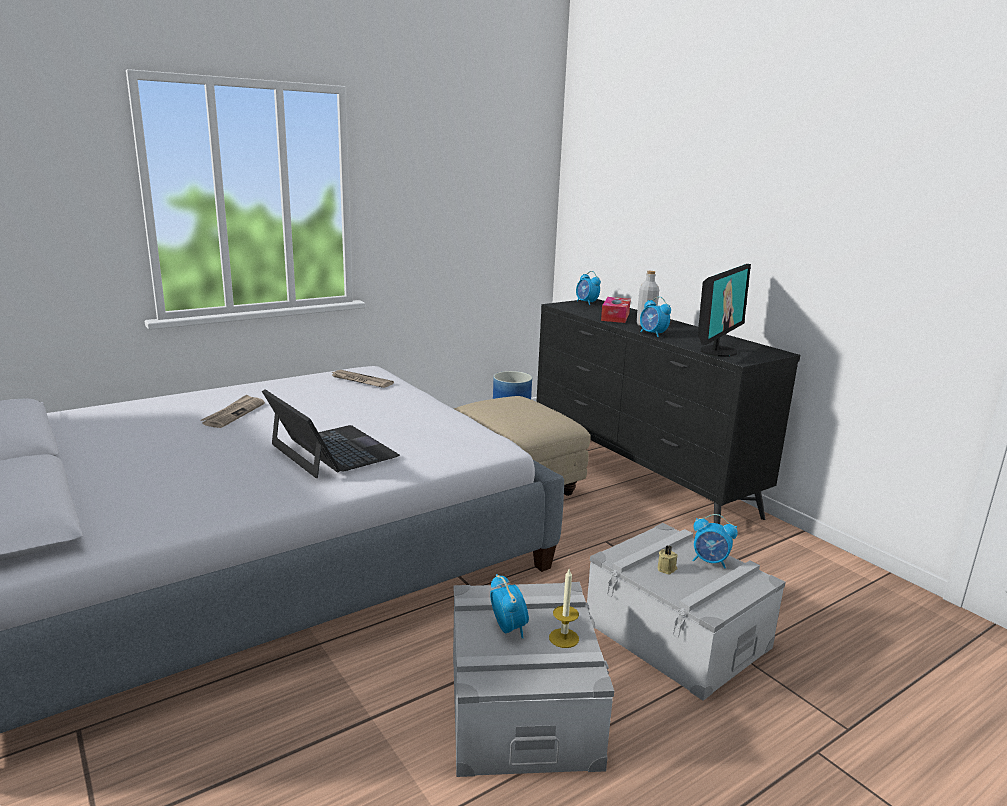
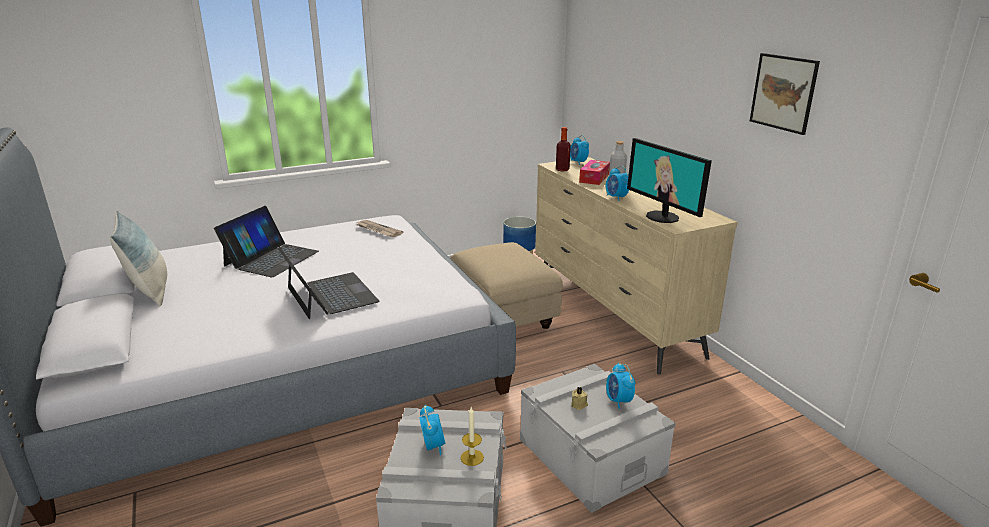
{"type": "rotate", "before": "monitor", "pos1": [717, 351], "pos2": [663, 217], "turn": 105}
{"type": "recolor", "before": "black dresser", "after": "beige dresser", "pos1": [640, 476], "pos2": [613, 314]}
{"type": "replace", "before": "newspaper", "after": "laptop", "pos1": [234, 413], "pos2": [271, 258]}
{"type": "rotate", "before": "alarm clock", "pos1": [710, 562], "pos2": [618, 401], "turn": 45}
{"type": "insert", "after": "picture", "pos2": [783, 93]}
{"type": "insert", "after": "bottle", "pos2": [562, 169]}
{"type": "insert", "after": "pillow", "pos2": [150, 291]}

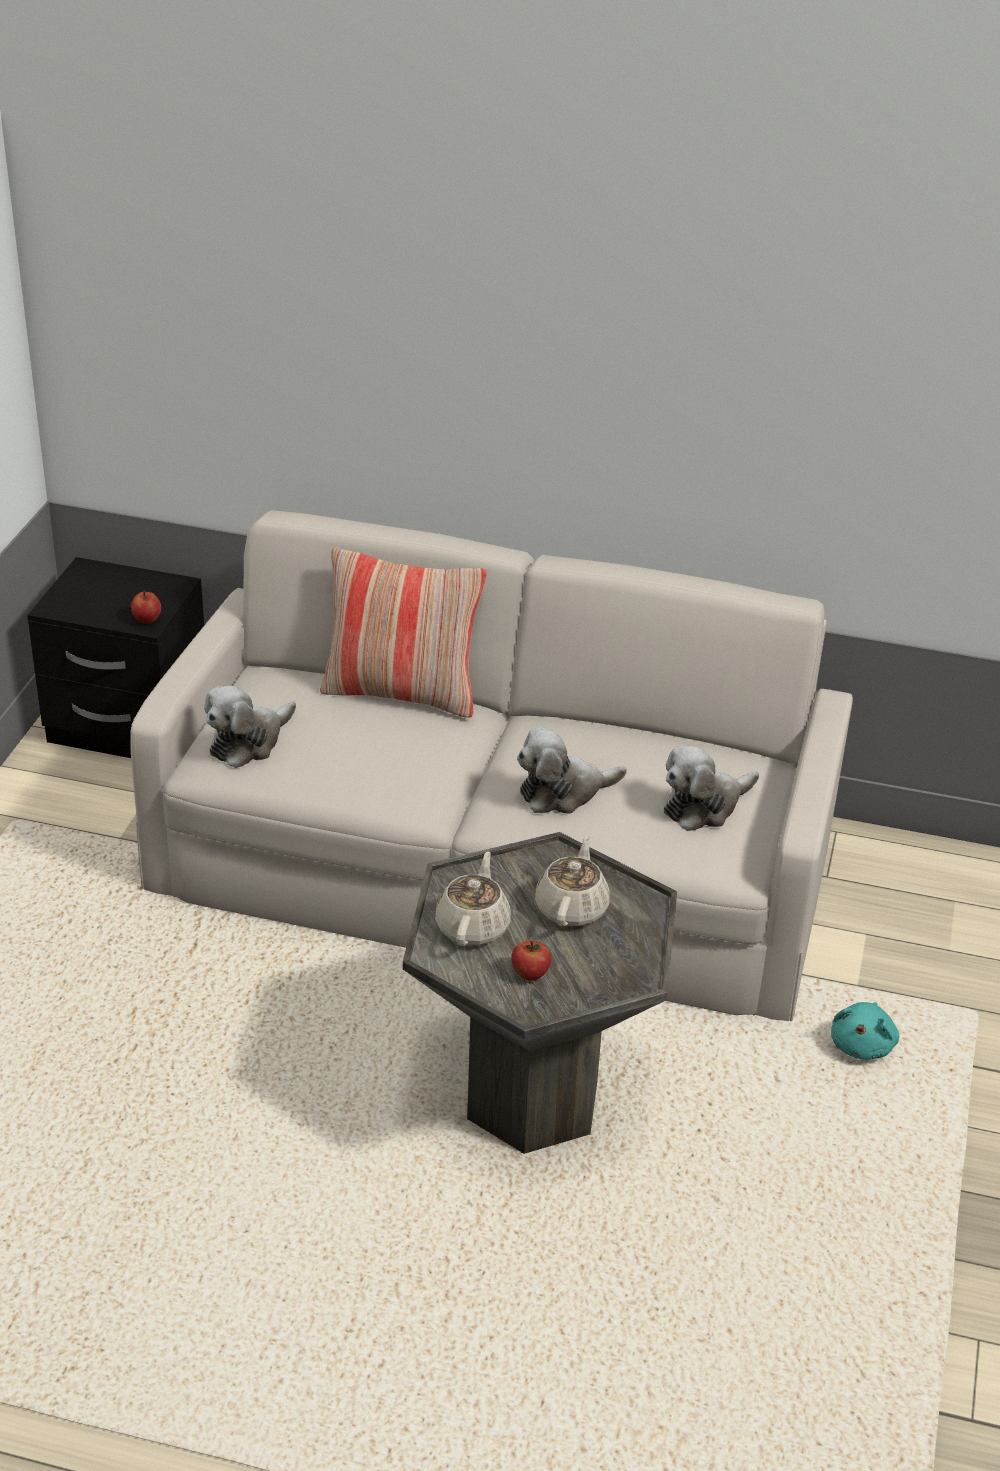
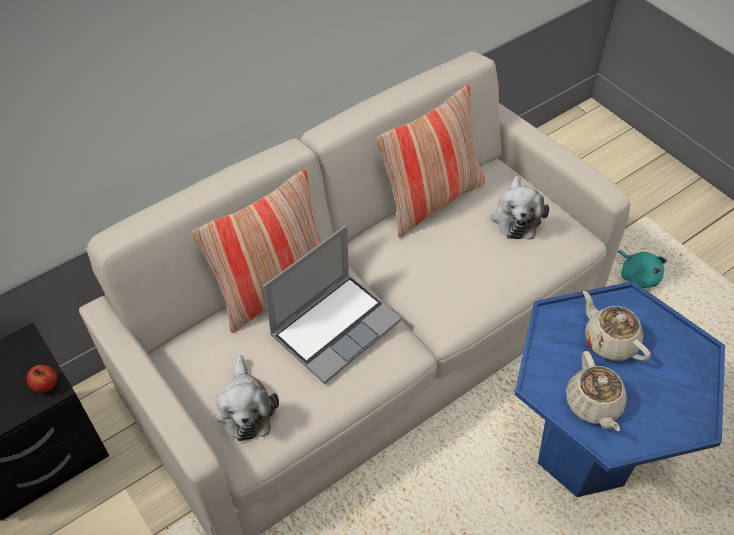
{"type": "delete", "before": "plush toy", "pos1": [563, 792]}
{"type": "recolor", "before": "grey side table", "after": "blue side table", "pos1": [533, 1102], "pos2": [583, 453]}
{"type": "rotate", "before": "beige teapot", "pos1": [473, 926], "pos2": [593, 404], "turn": -150}
{"type": "delete", "before": "apple", "pos1": [530, 974]}
{"type": "insert", "after": "pillow", "pos2": [431, 200]}
{"type": "insert", "after": "laptop", "pos2": [335, 327]}

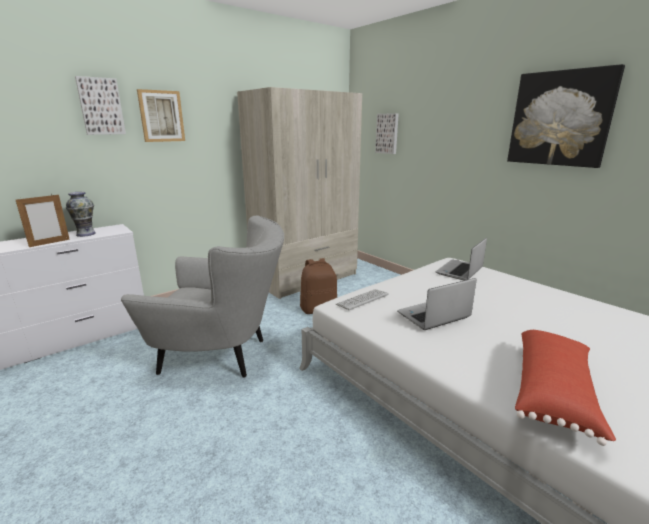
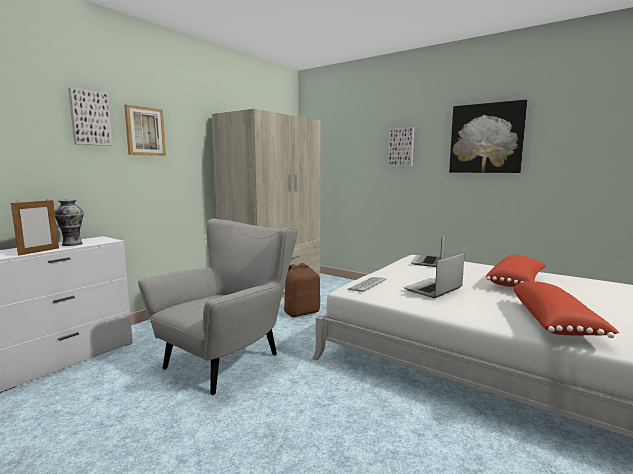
{"type": "move", "before": "picture", "pos1": [387, 133], "pos2": [401, 147]}
{"type": "rotate", "before": "grey armchair", "pos1": [222, 355], "pos2": [230, 358], "turn": -45}
{"type": "insert", "after": "red pillow", "pos2": [517, 282]}

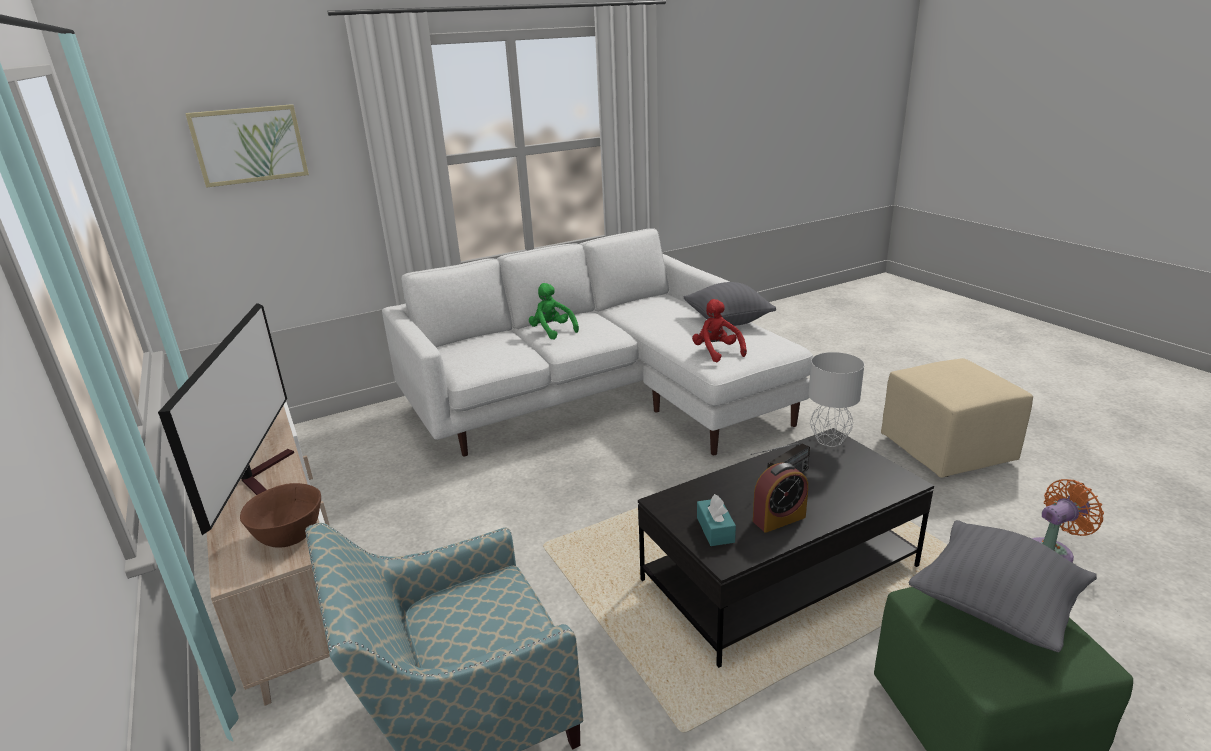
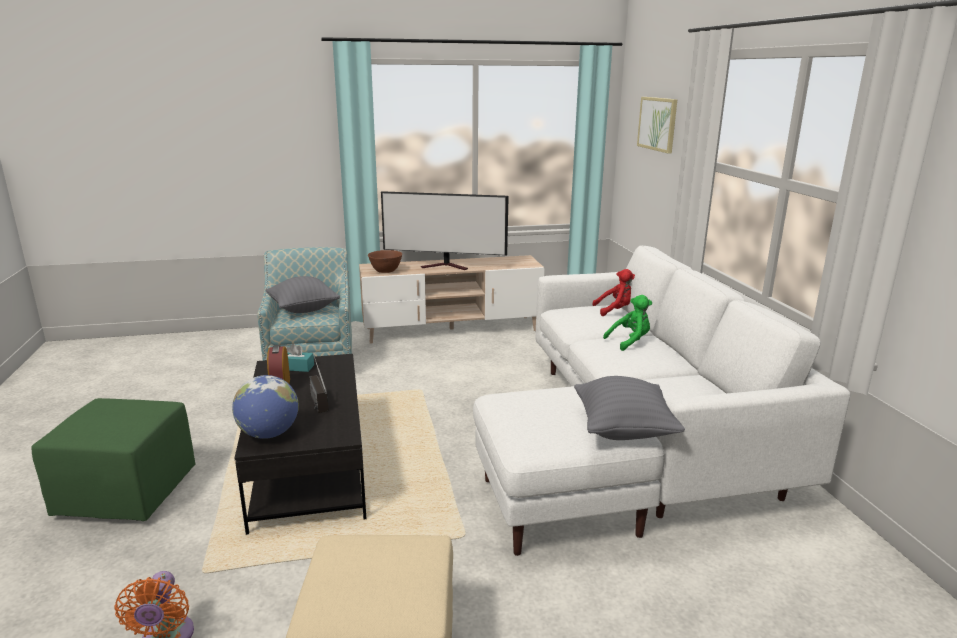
{"type": "move", "before": "red plush toy", "pos1": [717, 352], "pos2": [615, 310]}
{"type": "delete", "before": "grey table lamp", "pos1": [829, 439]}
{"type": "move", "before": "grey pillow", "pos1": [994, 608], "pos2": [303, 309]}
{"type": "insert", "after": "globe", "pos2": [269, 434]}

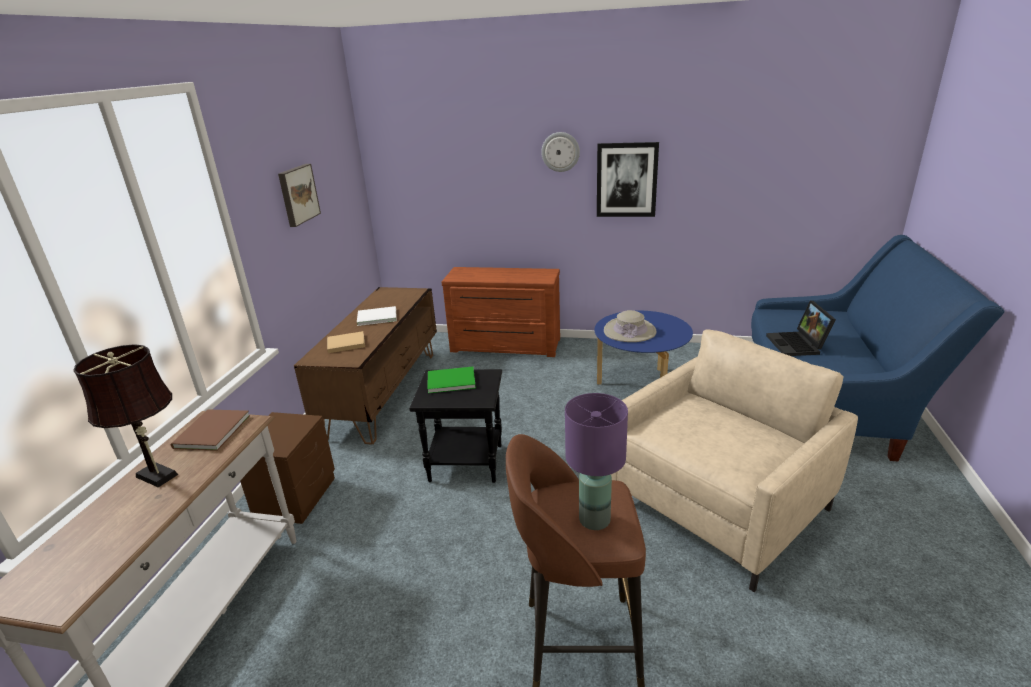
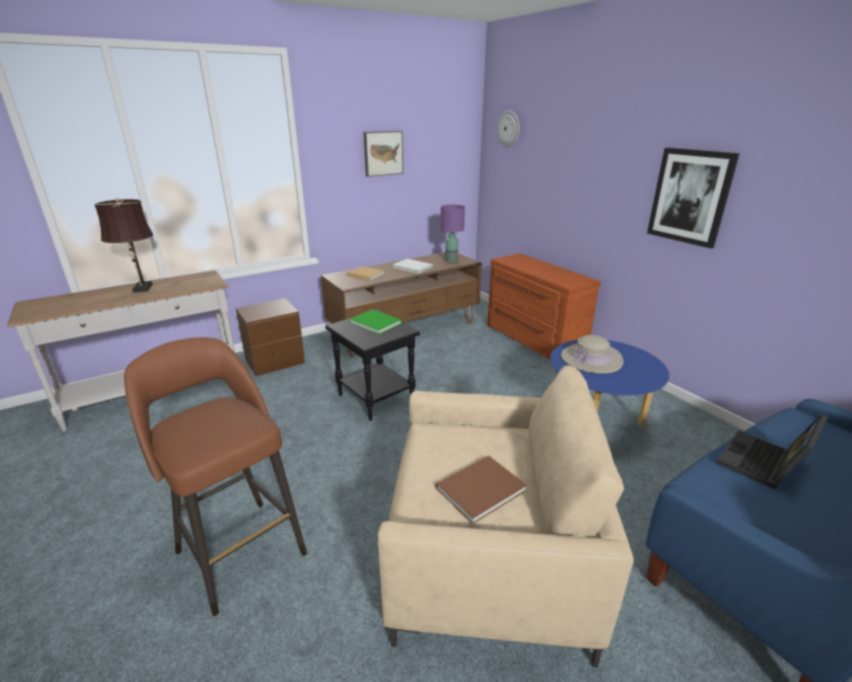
{"type": "move", "before": "wall clock", "pos1": [560, 152], "pos2": [509, 128]}
{"type": "move", "before": "purple table lamp", "pos1": [594, 520], "pos2": [451, 261]}
{"type": "move", "before": "brown book", "pos1": [209, 432], "pos2": [477, 489]}

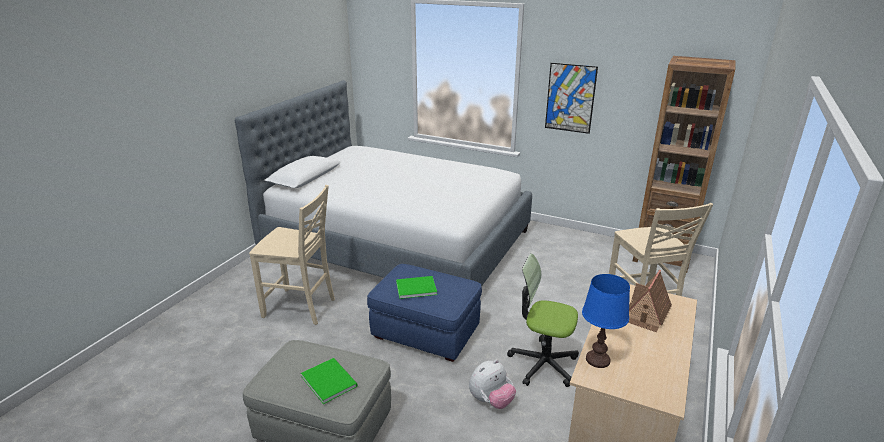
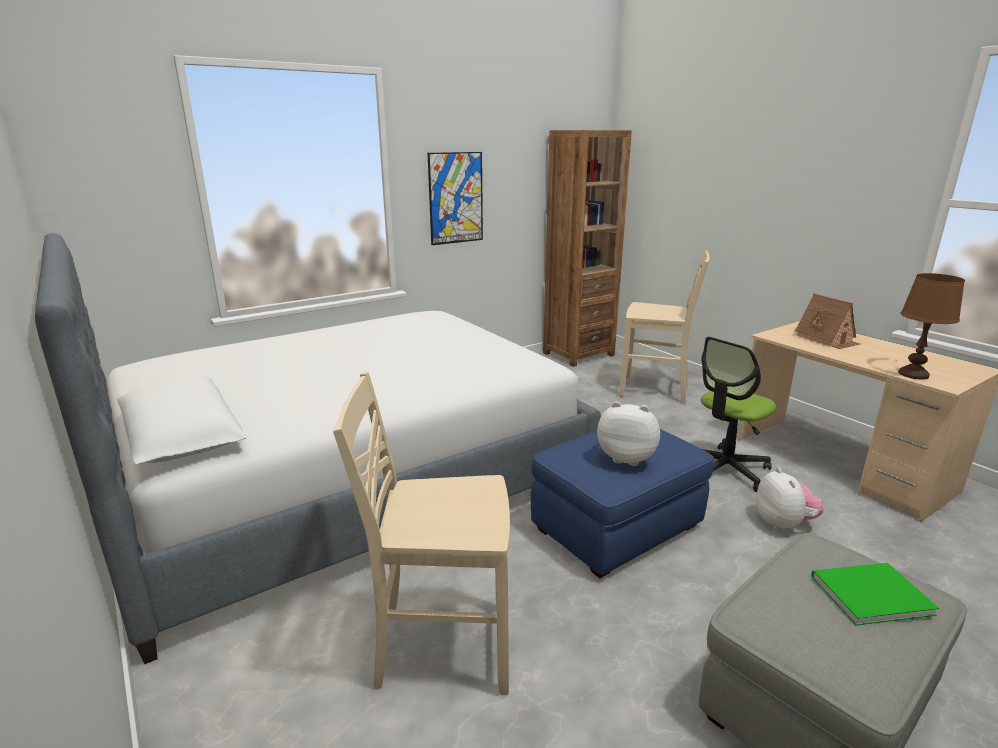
{"type": "rotate", "before": "beige chair", "pos1": [301, 308], "pos2": [440, 647], "turn": -135}
{"type": "recolor", "before": "blue table lamp", "after": "brown table lamp", "pos1": [597, 360], "pos2": [913, 374]}
{"type": "replace", "before": "green book", "after": "plush toy", "pos1": [415, 288], "pos2": [627, 458]}

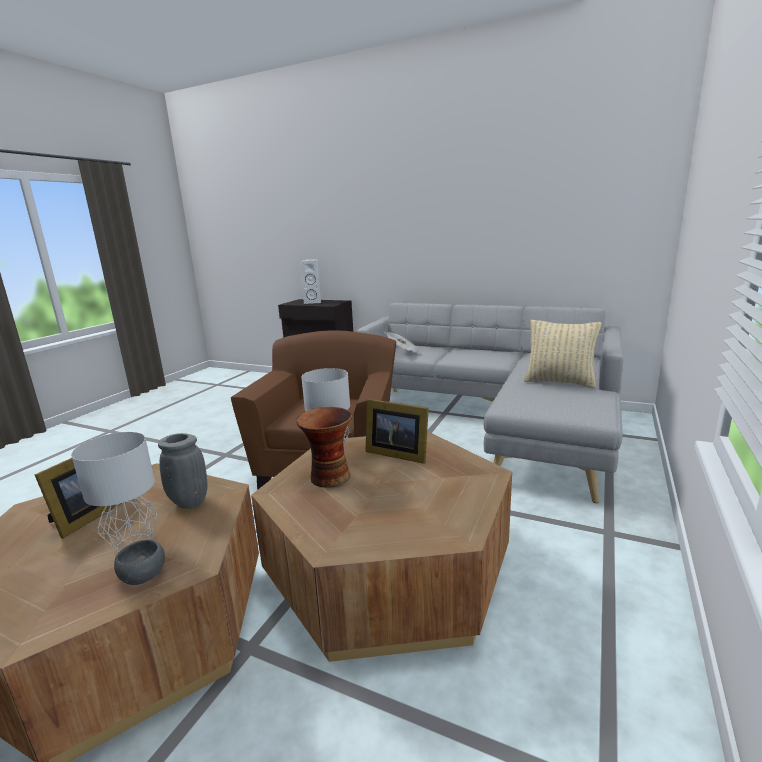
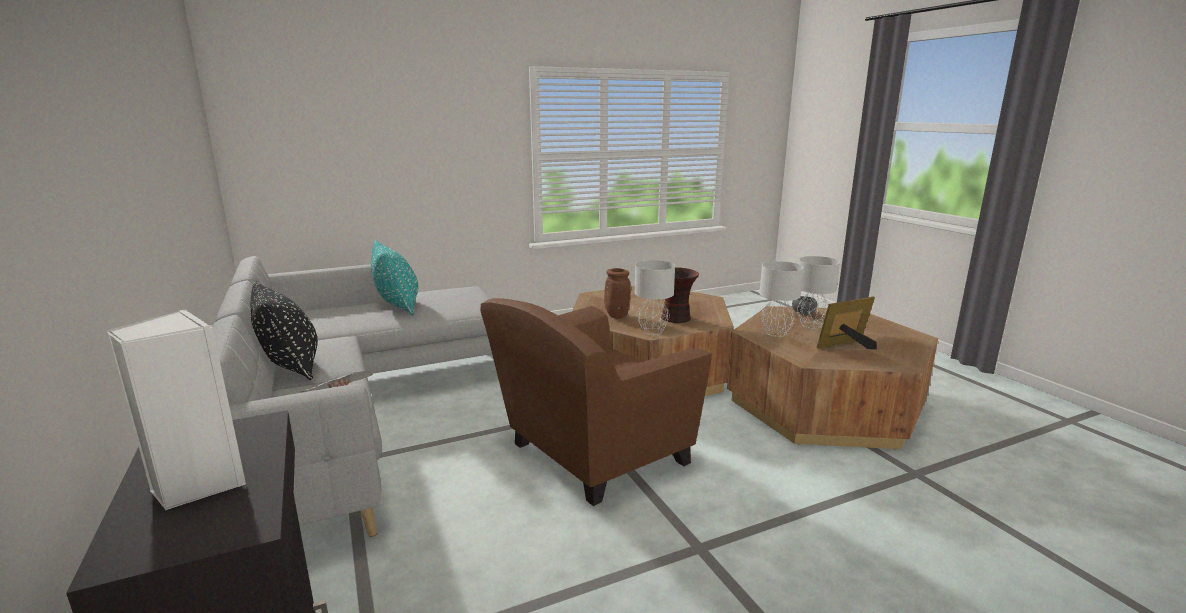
{"type": "recolor", "before": "beige pillow", "after": "turquoise pillow", "pos1": [559, 382], "pos2": [398, 306]}
{"type": "replace", "before": "picture frame", "after": "brown vase", "pos1": [396, 453], "pos2": [616, 316]}
{"type": "replace", "before": "grey vase", "after": "grey table lamp", "pos1": [188, 503], "pos2": [776, 333]}
{"type": "insert", "after": "black pillow", "pos2": [290, 367]}

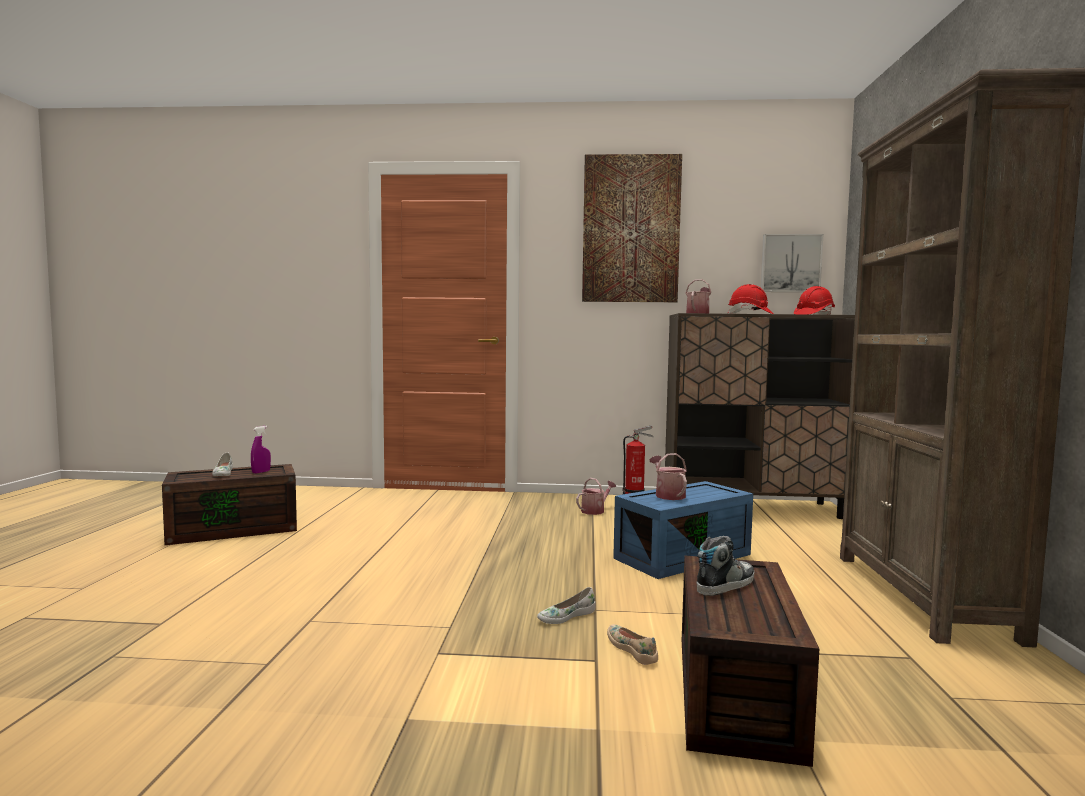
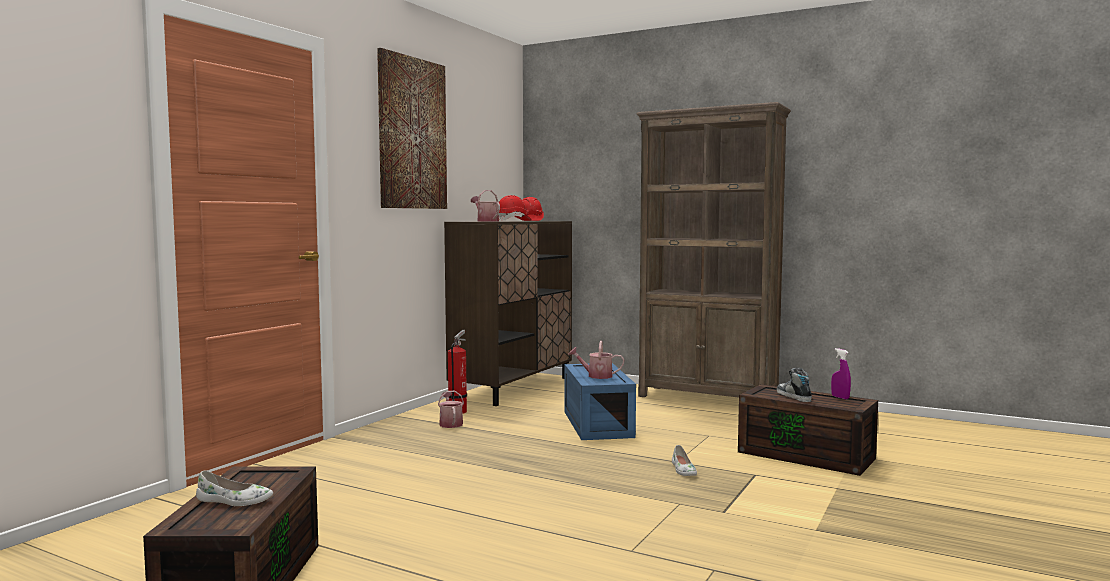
{"type": "delete", "before": "picture", "pos1": [790, 263]}
{"type": "move", "before": "purple spray bottle", "pos1": [261, 472], "pos2": [840, 397]}
{"type": "delete", "before": "beige shoe", "pos1": [632, 649]}

